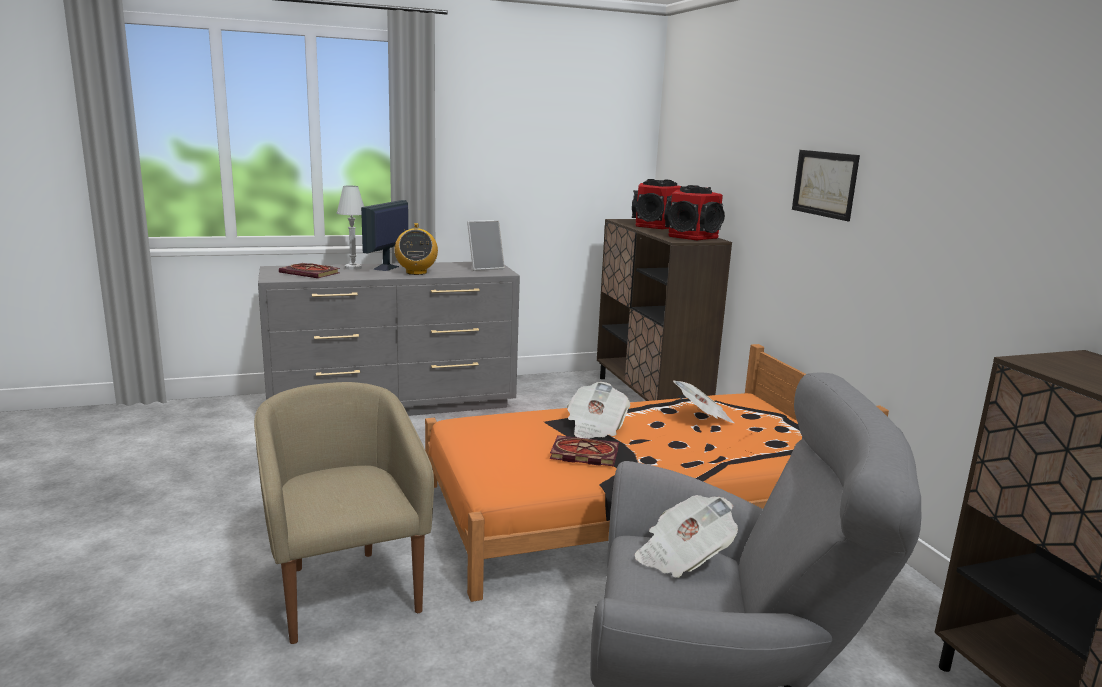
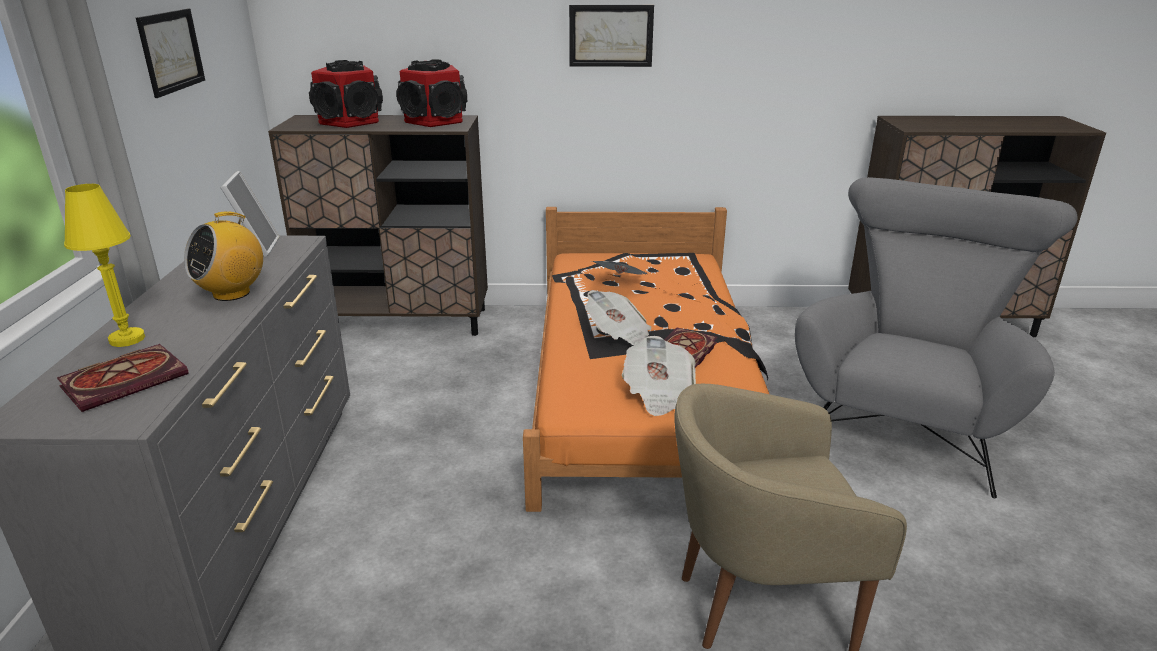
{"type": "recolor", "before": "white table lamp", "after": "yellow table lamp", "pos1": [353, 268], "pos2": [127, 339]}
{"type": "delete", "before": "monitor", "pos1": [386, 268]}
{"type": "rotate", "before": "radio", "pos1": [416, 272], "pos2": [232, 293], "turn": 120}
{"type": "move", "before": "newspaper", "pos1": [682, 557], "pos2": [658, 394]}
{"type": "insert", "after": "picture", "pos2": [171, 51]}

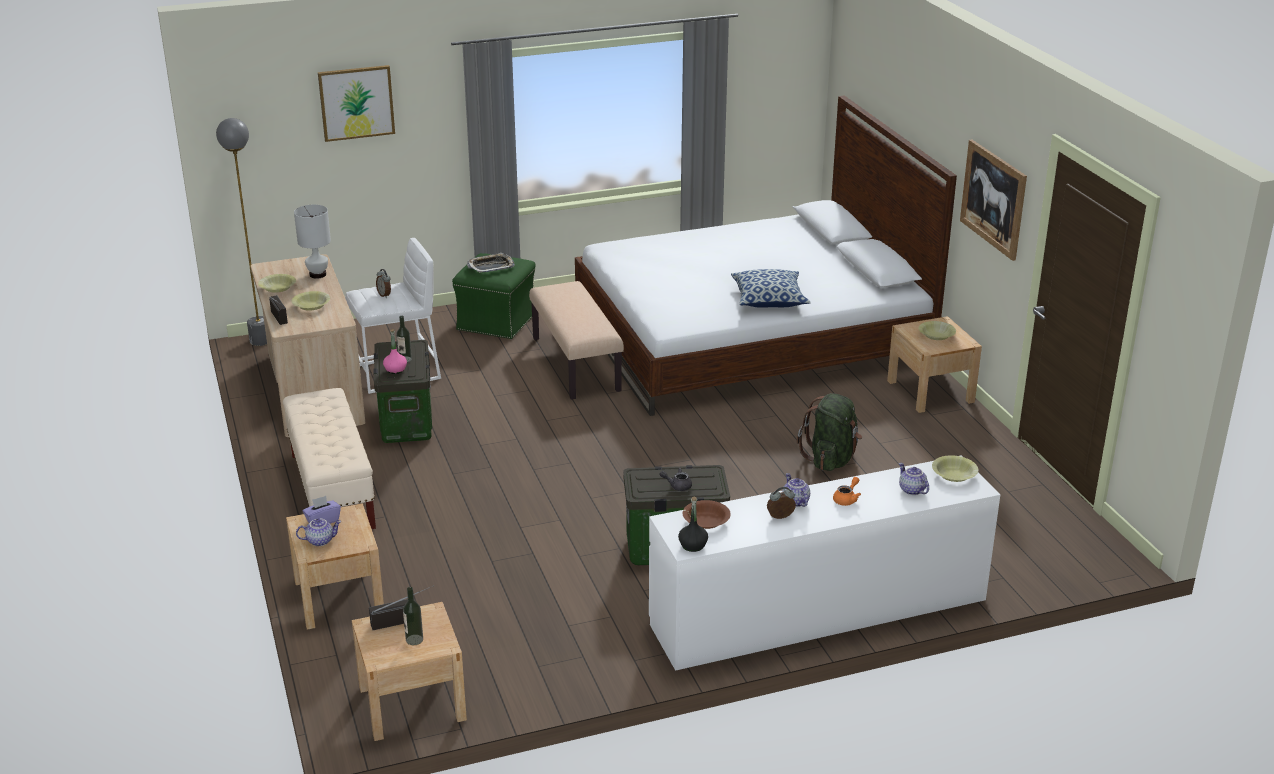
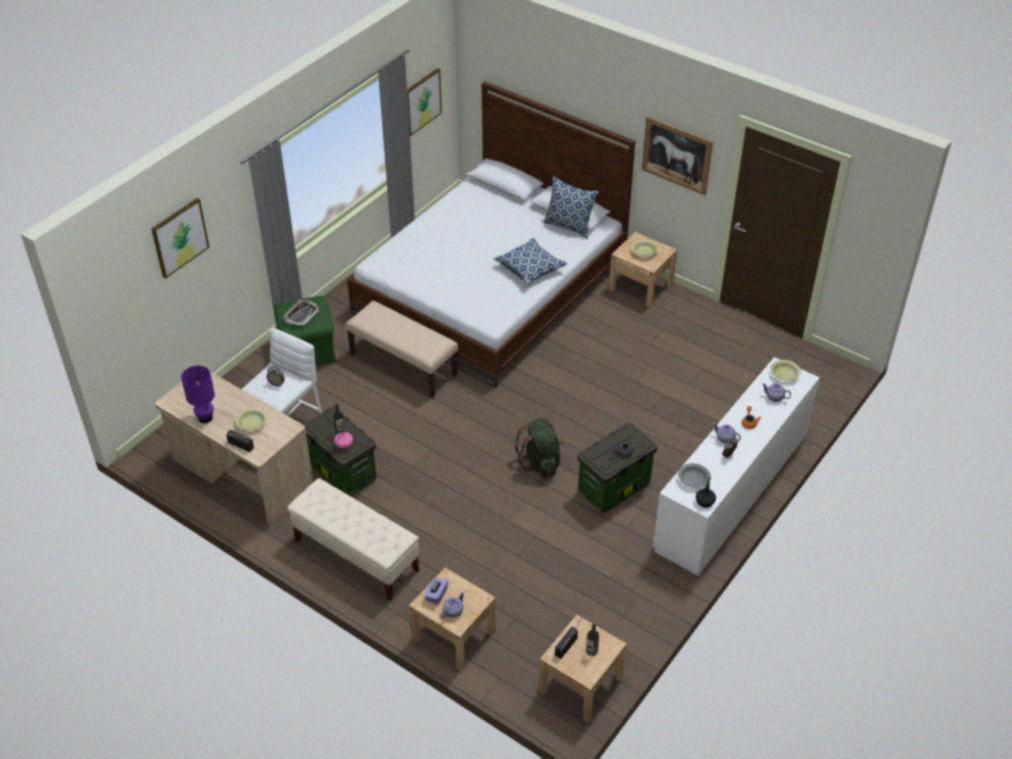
{"type": "delete", "before": "grey floor lamp", "pos1": [260, 341]}
{"type": "delete", "before": "white table lamp", "pos1": [318, 275]}
{"type": "replace", "before": "yellow bowl", "after": "purple table lamp", "pos1": [277, 288], "pos2": [205, 417]}
{"type": "move", "before": "green backpack", "pos1": [831, 459], "pos2": [541, 462]}
{"type": "recolor", "before": "brown bowl", "after": "grey bowl", "pos1": [706, 521], "pos2": [693, 479]}
{"type": "insert", "after": "picture", "pos2": [422, 101]}
{"type": "insert", "after": "pillow", "pos2": [569, 226]}

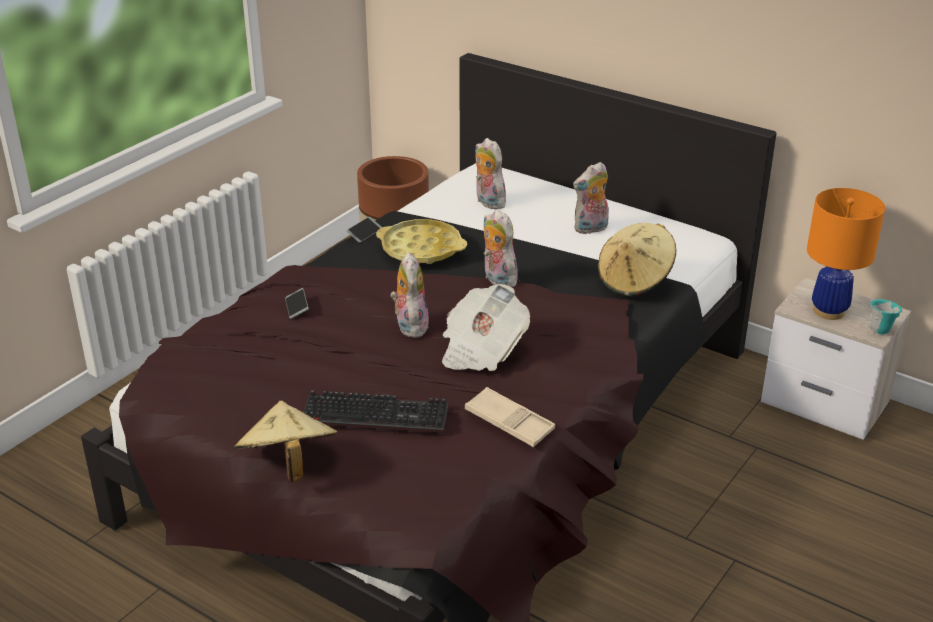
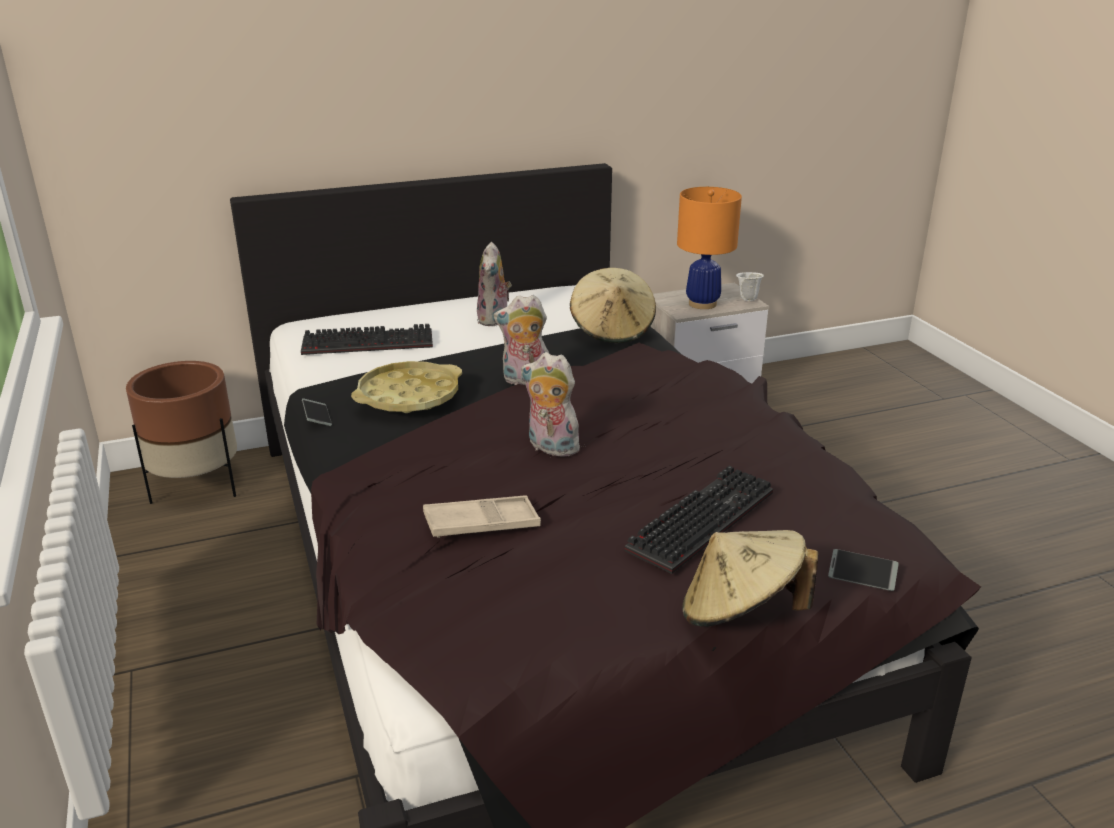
{"type": "replace", "before": "plush toy", "after": "keyboard", "pos1": [487, 202], "pos2": [370, 342]}
{"type": "delete", "before": "newspaper", "pos1": [481, 350]}
{"type": "move", "before": "phone", "pos1": [297, 307], "pos2": [862, 575]}
{"type": "recolor", "before": "turquoise mug", "after": "white mug", "pos1": [880, 330], "pos2": [747, 299]}
{"type": "move", "before": "beige tray", "pos1": [509, 422], "pos2": [481, 524]}

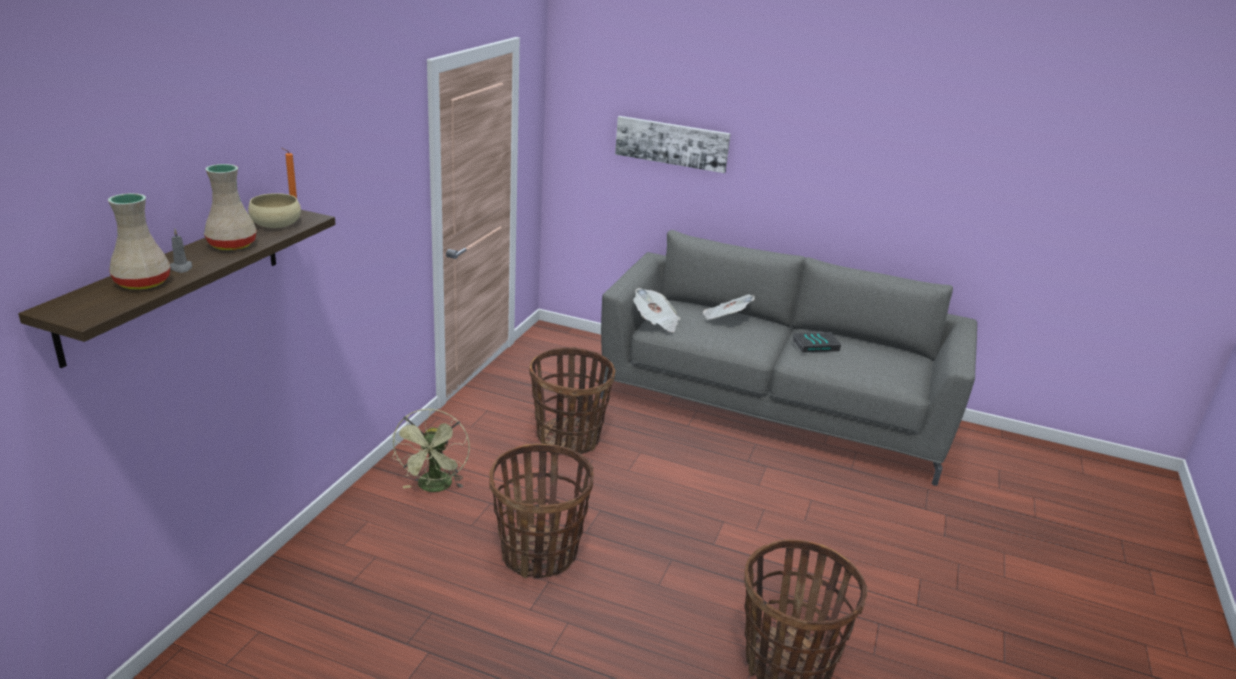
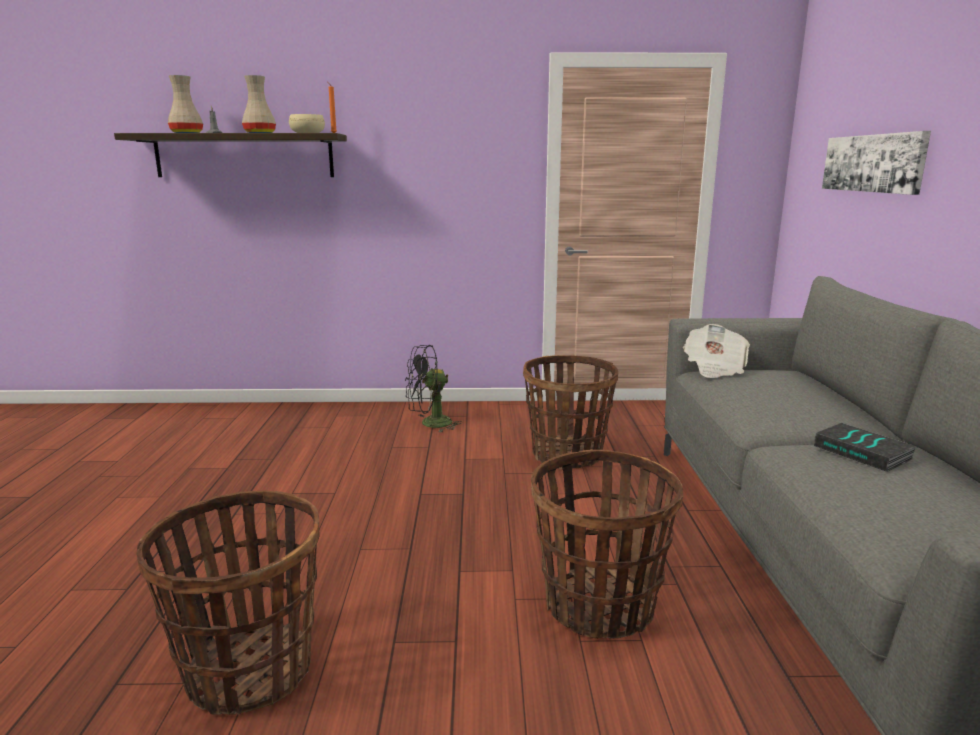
{"type": "delete", "before": "newspaper", "pos1": [725, 319]}
{"type": "recolor", "before": "green fan", "after": "black fan", "pos1": [434, 487], "pos2": [430, 424]}
{"type": "move", "before": "basket", "pos1": [539, 554], "pos2": [599, 606]}

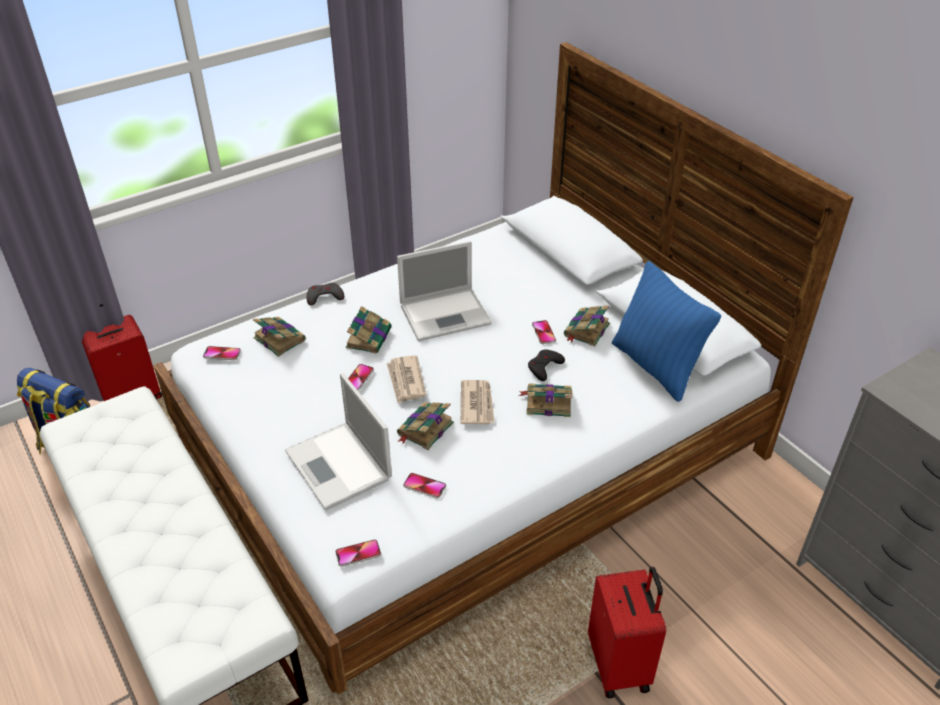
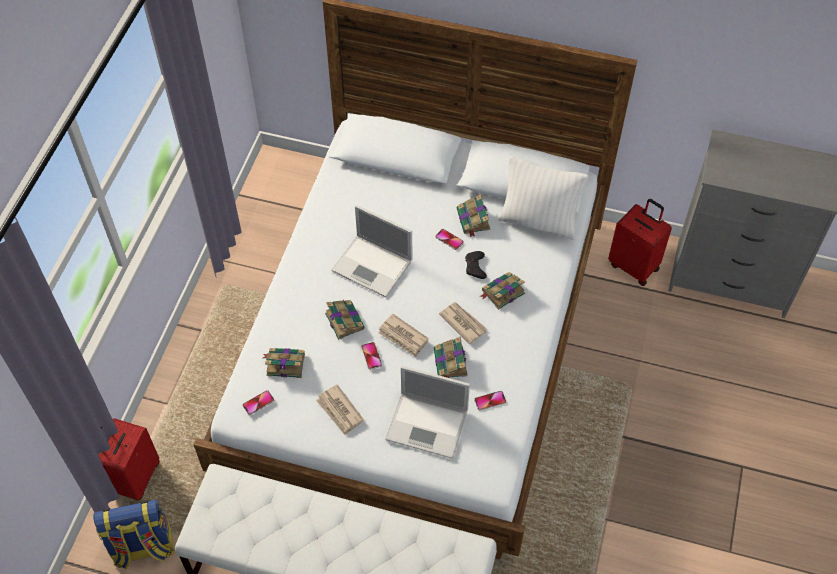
{"type": "rotate", "before": "laptop", "pos1": [446, 314], "pos2": [373, 266], "turn": 90}
{"type": "recolor", "before": "blue pillow", "after": "white pillow", "pos1": [655, 367], "pos2": [539, 221]}
{"type": "delete", "before": "grey game controller", "pos1": [324, 297]}
{"type": "delete", "before": "phone", "pos1": [358, 553]}
{"type": "move", "before": "red suitcase", "pos1": [620, 665], "pos2": [634, 266]}
{"type": "insert", "after": "newspaper", "pos2": [339, 411]}

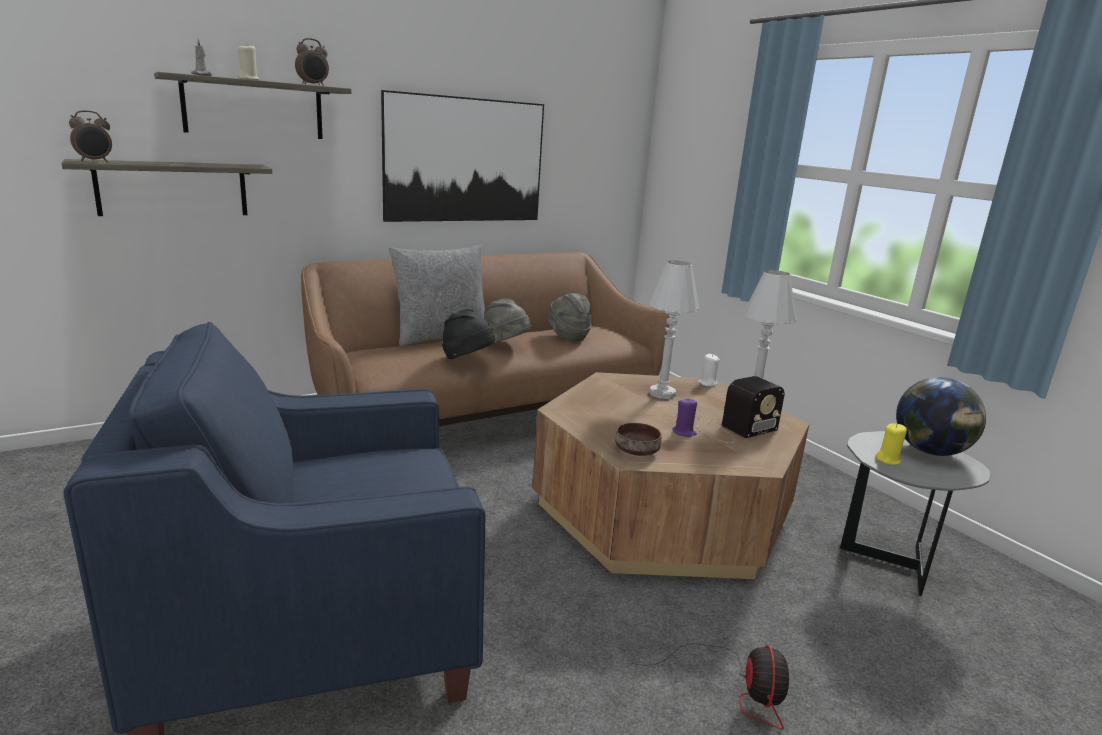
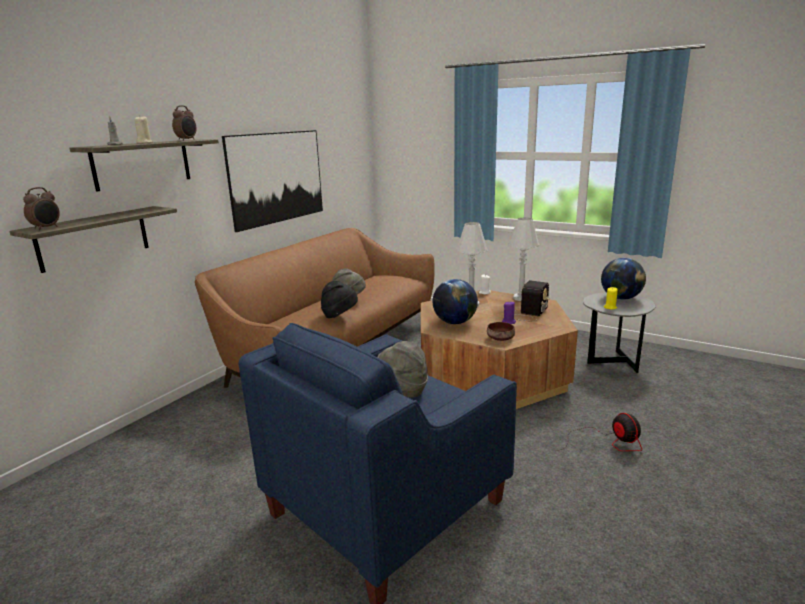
{"type": "delete", "before": "grey pillow", "pos1": [441, 337]}
{"type": "move", "before": "grey hat", "pos1": [567, 336], "pos2": [402, 391]}
{"type": "insert", "after": "globe", "pos2": [454, 322]}

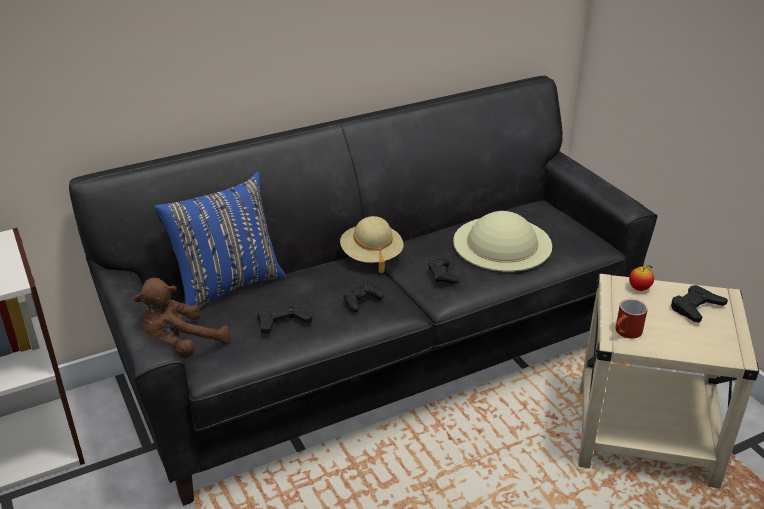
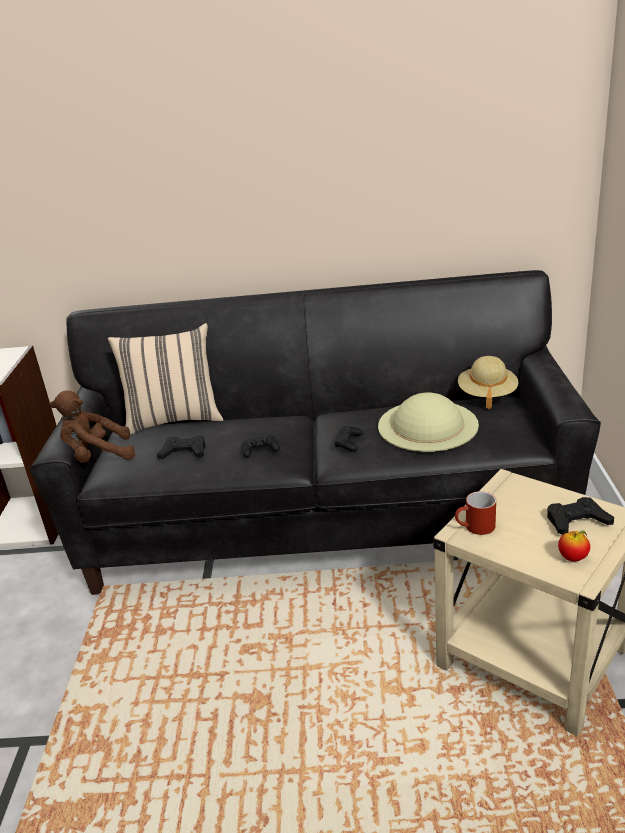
{"type": "recolor", "before": "blue pillow", "after": "beige pillow", "pos1": [227, 285], "pos2": [174, 419]}
{"type": "move", "before": "beige hat", "pos1": [371, 256], "pos2": [487, 394]}
{"type": "move", "before": "apple", "pos1": [639, 288], "pos2": [573, 558]}

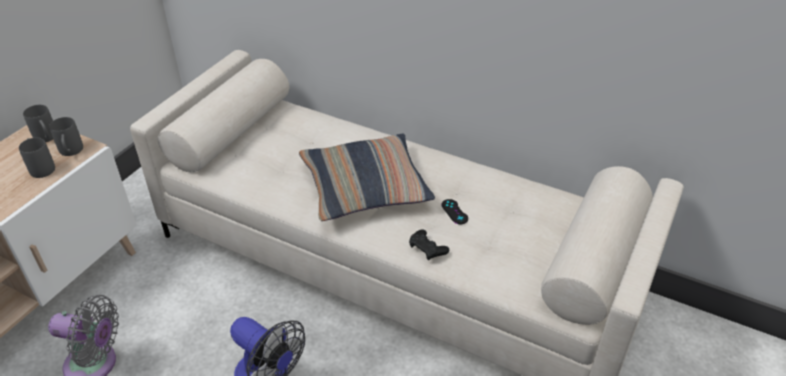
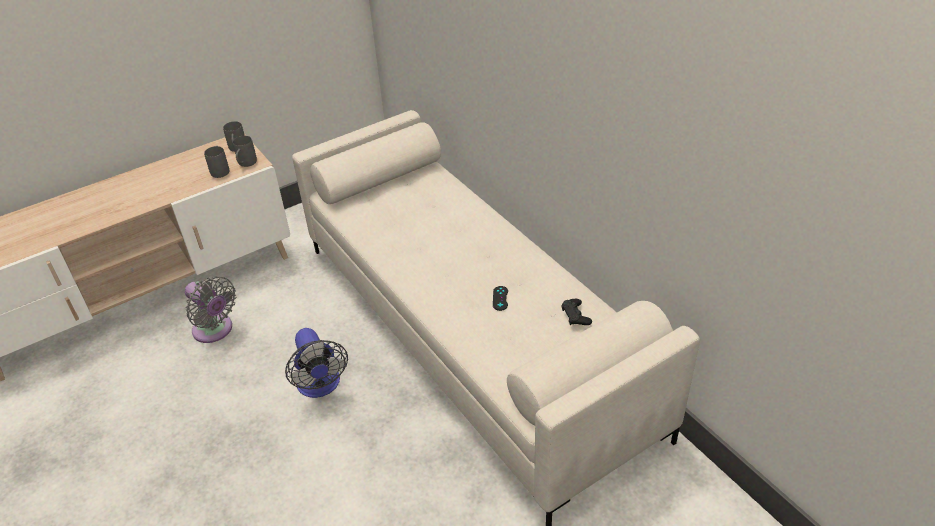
{"type": "delete", "before": "pillow", "pos1": [365, 187]}
{"type": "move", "before": "black game controller", "pos1": [427, 248], "pos2": [575, 316]}

